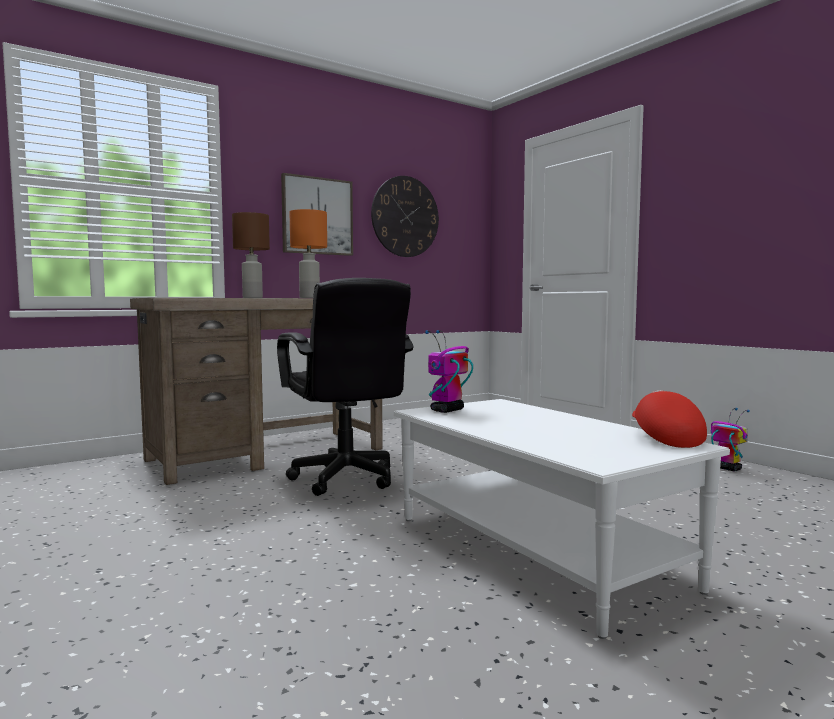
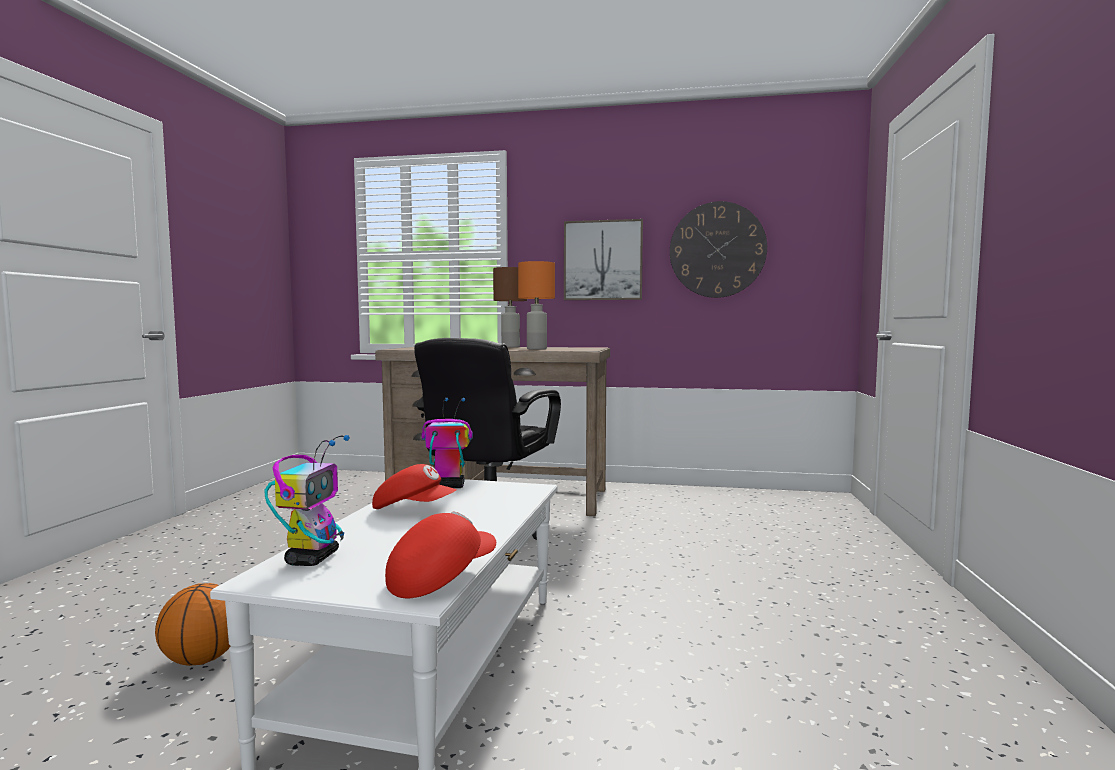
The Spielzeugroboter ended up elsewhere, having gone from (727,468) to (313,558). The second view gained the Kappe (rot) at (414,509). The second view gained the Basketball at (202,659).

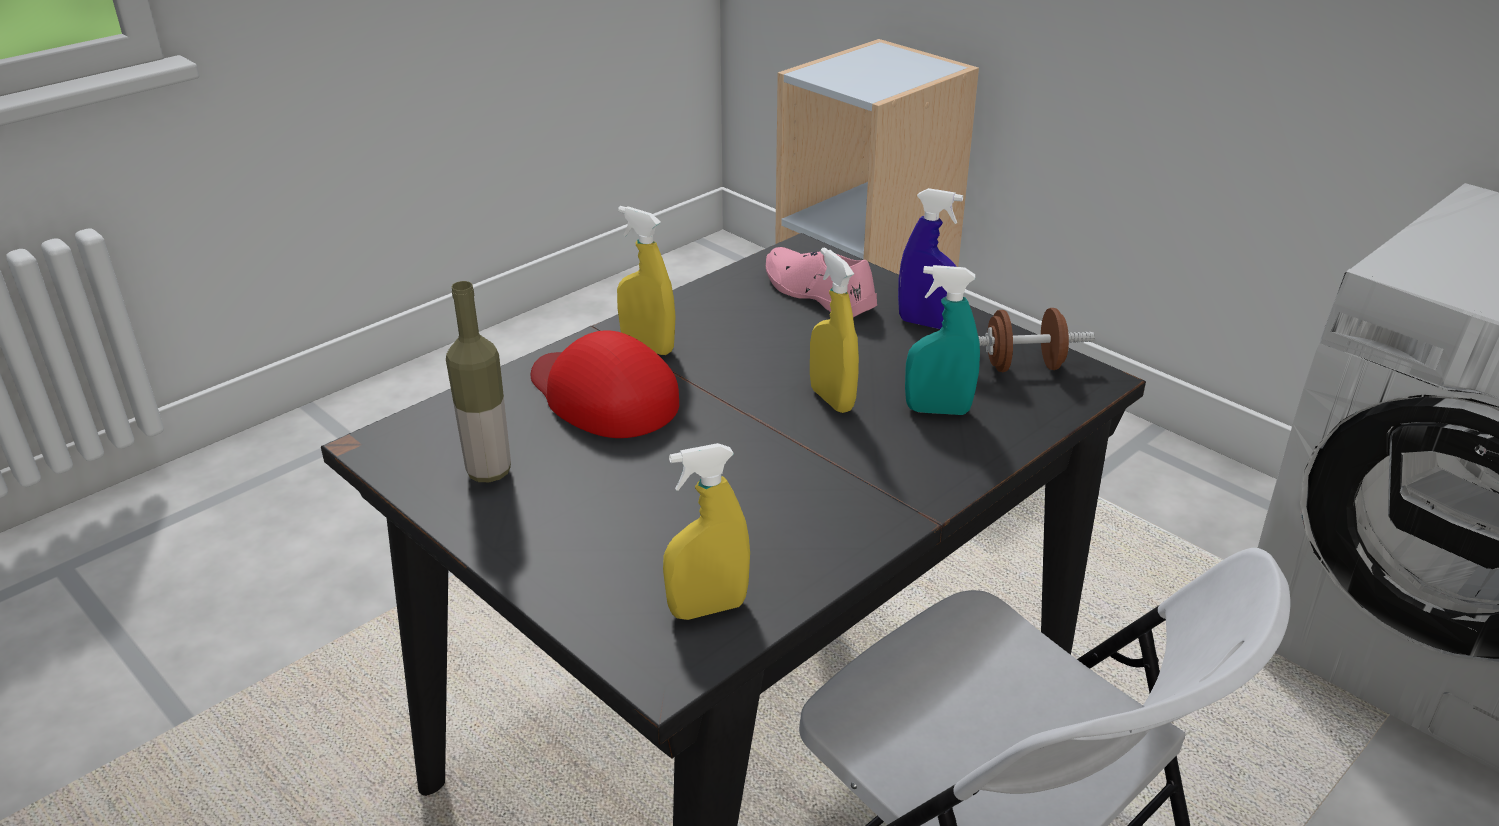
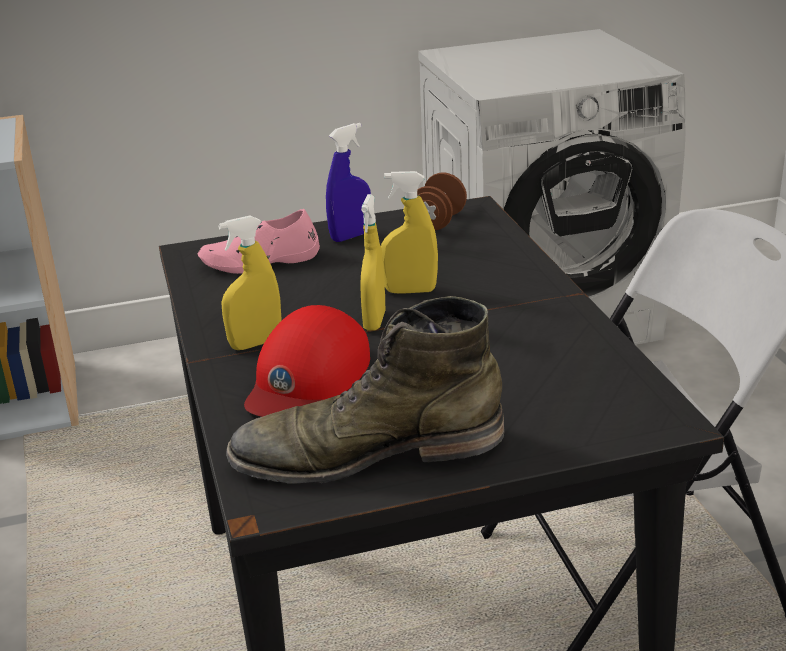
The second view lost the Sprühflasche (türkis) at (937,410). Where the Flasche stood at (489,472), the Stiefel (grün) came to stand at (367,451). The Kappe (rot) at (602,395) ended up facing another way, 45 degrees counterclockwise from before. The Sprühflasche (gelb) ended up elsewhere, having gone from (708,608) to (374,321).

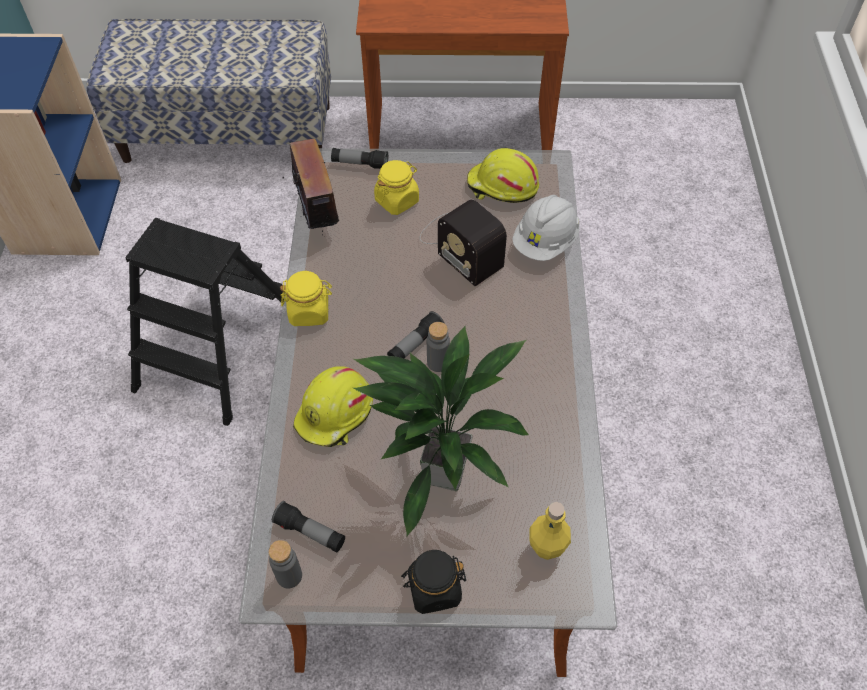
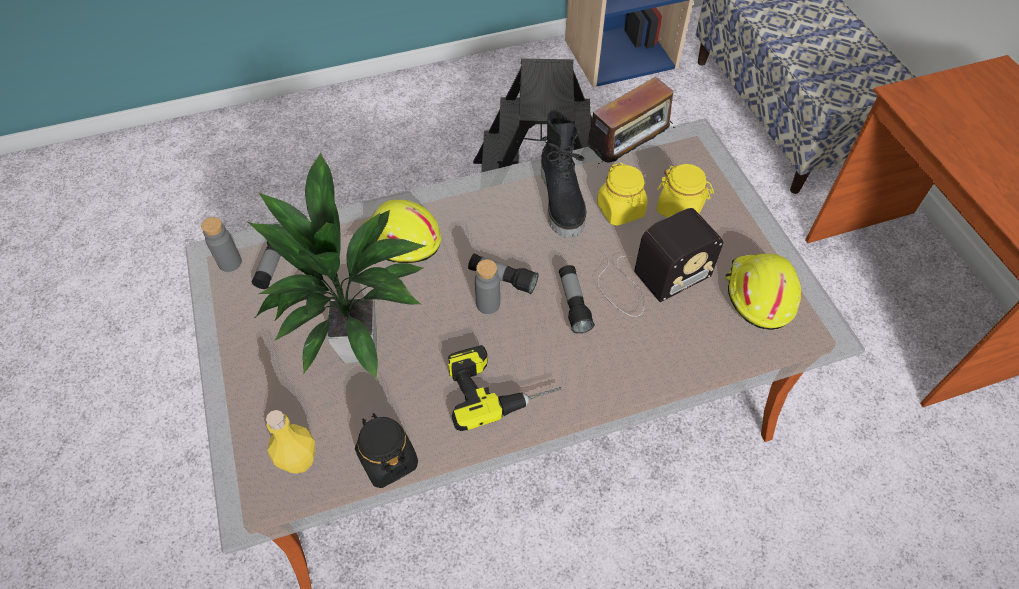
The Taschenlampe ended up elsewhere, having gone from (360,164) to (574,304). The second view lost the Schutzhelm (weiß) at (545,242). The Radio at (460,245) ended up facing another way, 150 degrees counterclockwise from before. The Vorratsglas (gelb) ended up elsewhere, having gone from (309,312) to (620,210). The Vorratsglas (schwarz) ended up elsewhere, having gone from (434,589) to (388,460). The second view gained the Stiefel (schwarz) at (562,201). The second view gained the Bohrmaschine at (499,385).

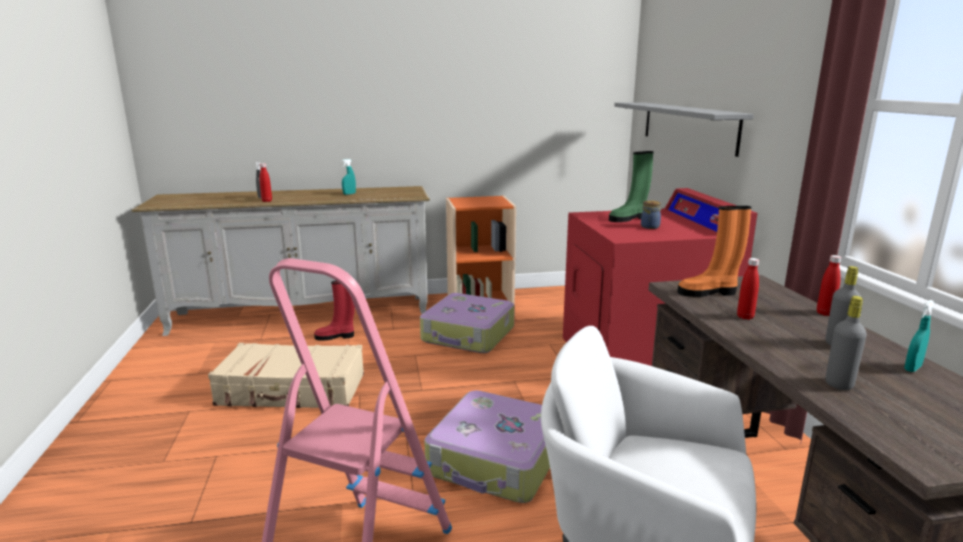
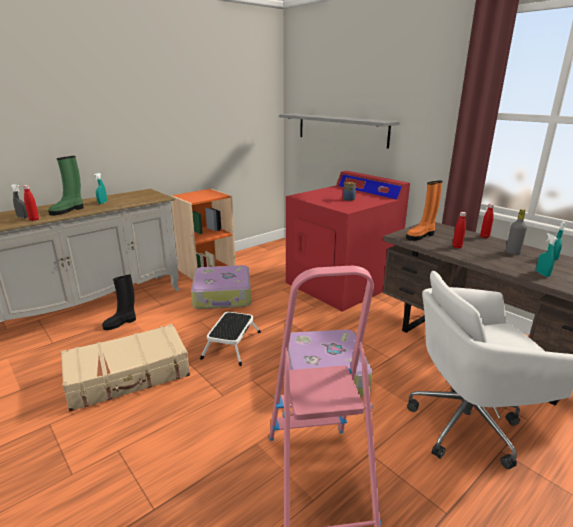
The Stiefel (grün) ended up elsewhere, having gone from (628,219) to (68,211). What was the Stiefel (rot) at (336,336) turned into the Stiefel (schwarz) at (121,323). Where the Flasche (grau) stood at (839,384), the Sprühflasche (türkis) came to stand at (542,274). The second view gained the Trittleiter (schwarz) at (232,345).

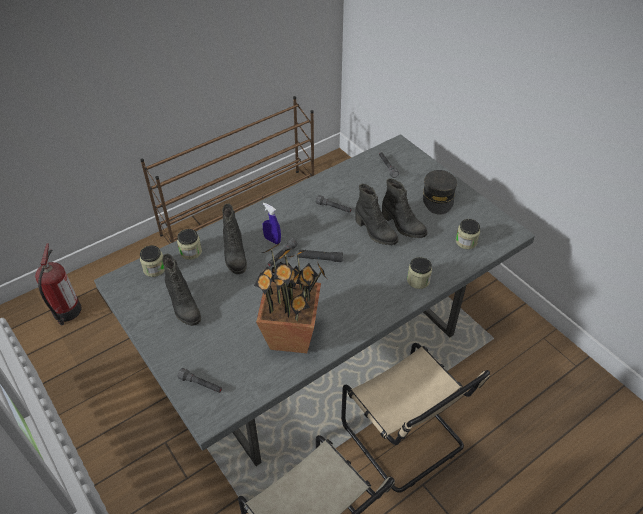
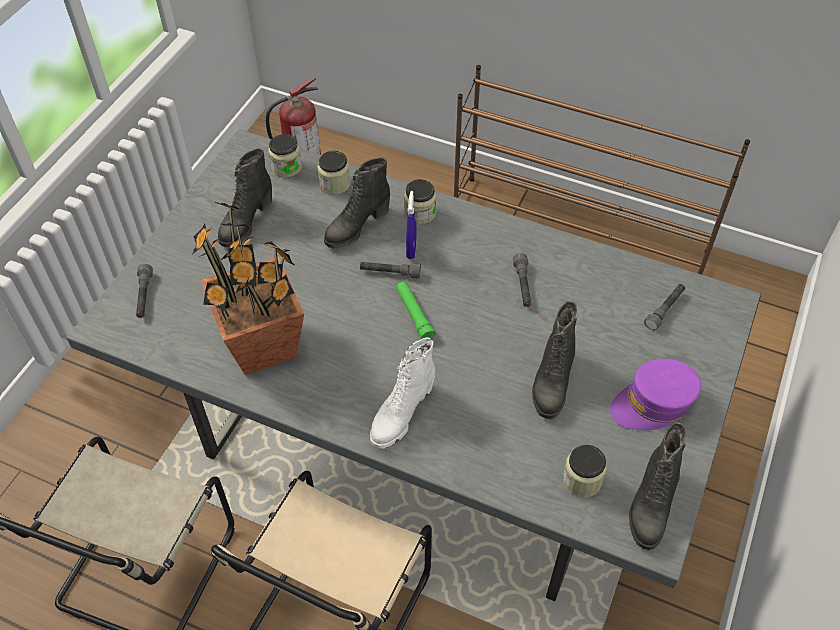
What was the Kappe (grau) at (438,197) turned into the Kappe (lila) at (653,403). The Stiefel (schwarz) ended up elsewhere, having gone from (375,232) to (650,505). What was the Taschenlampe (schwarz) at (320,258) turned into the Taschenlampe (grün) at (414,315). The Vorratsglas ended up elsewhere, having gone from (418,280) to (420,213). The second view gained the Stiefel (weiß) at (401,414).

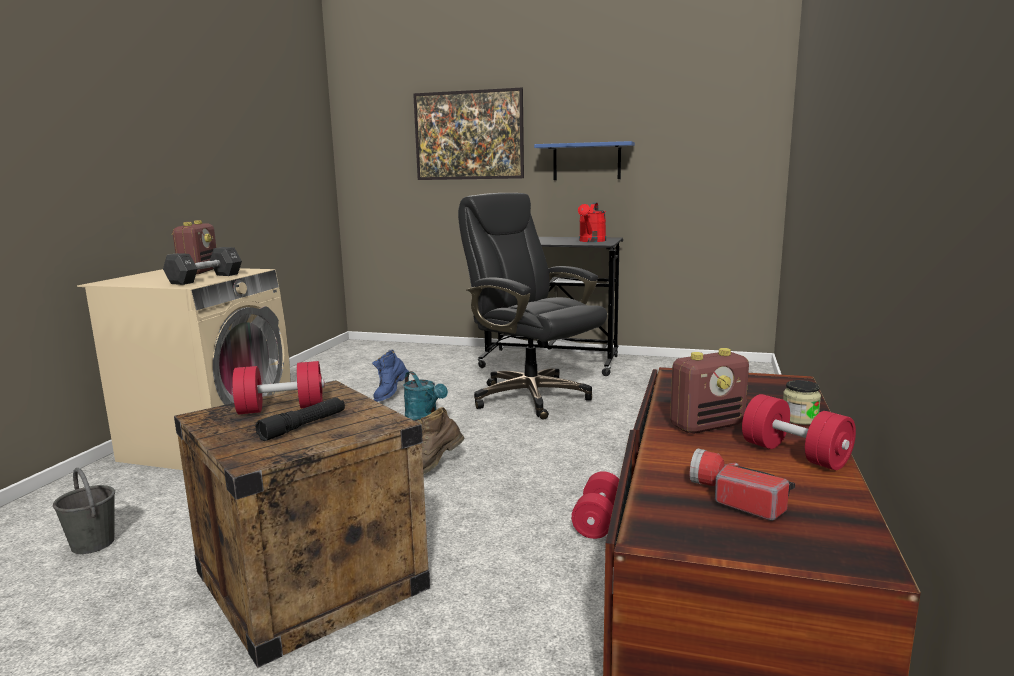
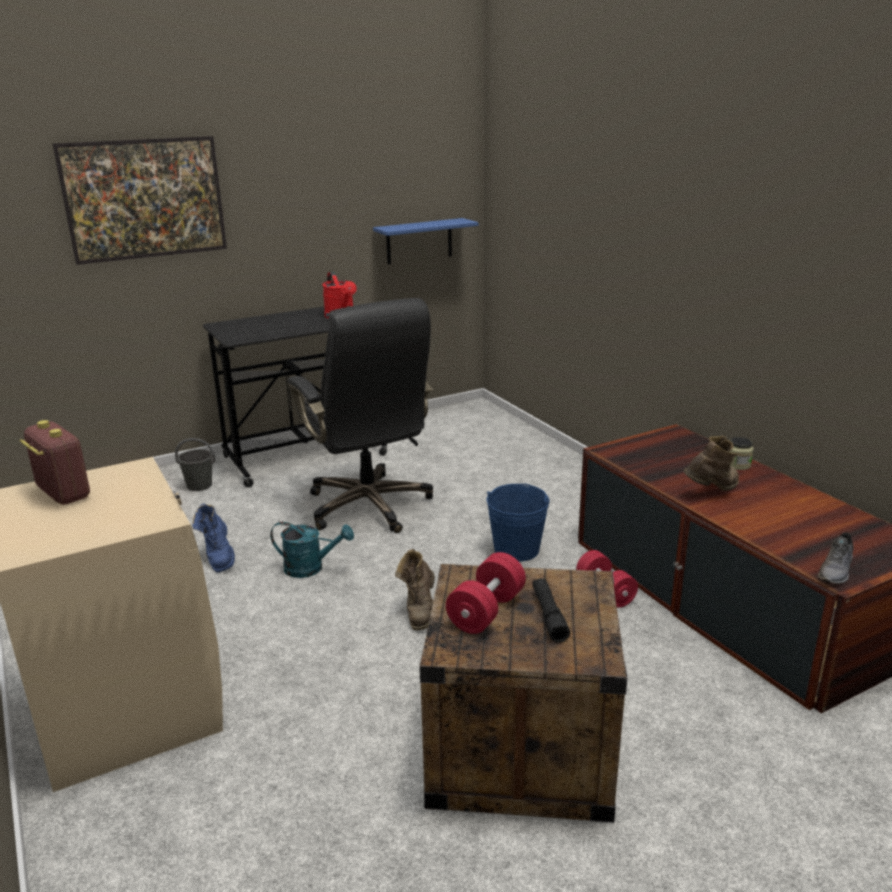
The Wandregal (blau) ended up elsewhere, having gone from (586,161) to (419,241). The Bürostuhl (schwarz) at (533,398) ended up facing another way, 120 degrees counterclockwise from before. The second view lost the Hantel (schwarz) at (205,279). Where the Radio stood at (707,425), the Stiefel (braun) came to stand at (712,491). The second view lost the Hantel (rot) at (795,454). The second view lost the Taschenlampe at (735,497). The Eimer (grau) ended up elsewhere, having gone from (93,544) to (200,485). The second view gained the Eimer (blau) at (516,549). The second view gained the Schuh (grau) at (836,571).

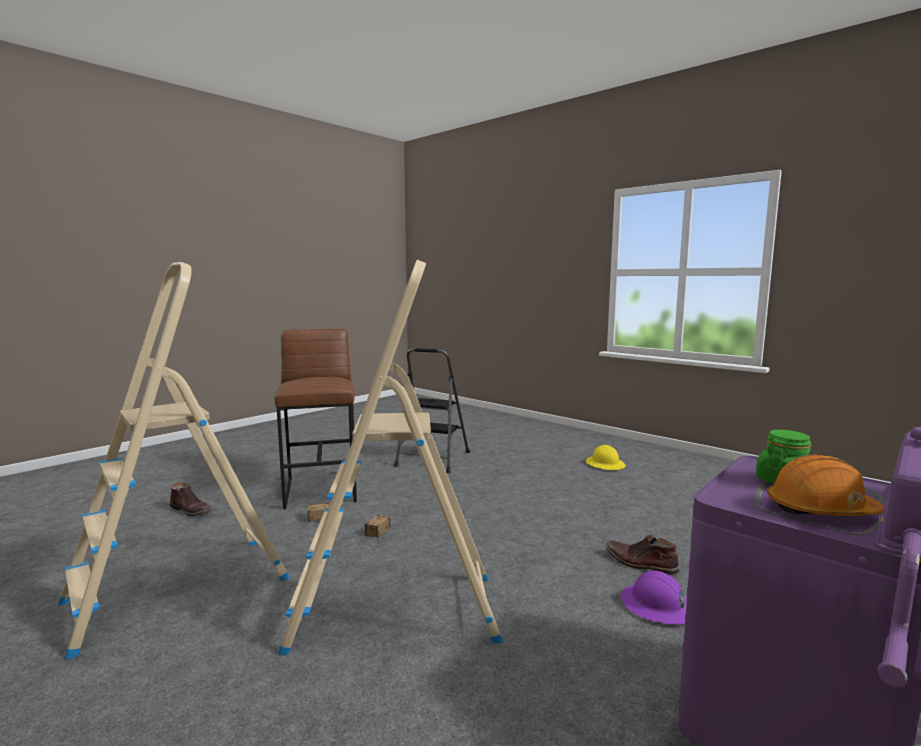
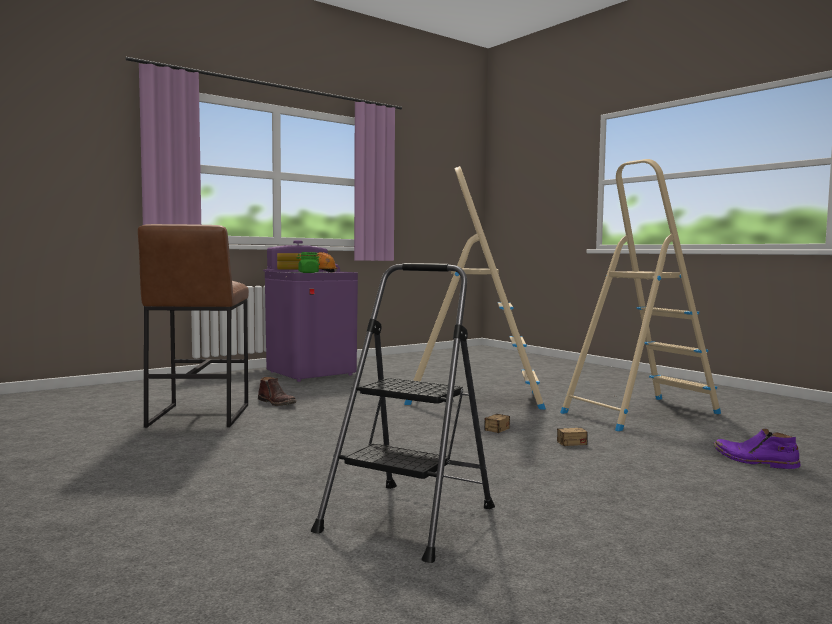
The Hocker (braun) ended up elsewhere, having gone from (321,490) to (199,416). The second view lost the Schutzhelm (gelb) at (605,464). What was the Stiefel (braun) at (192,510) turned into the Stiefel (lila) at (754,461). The second view lost the Schutzhelm (lila) at (657,606).

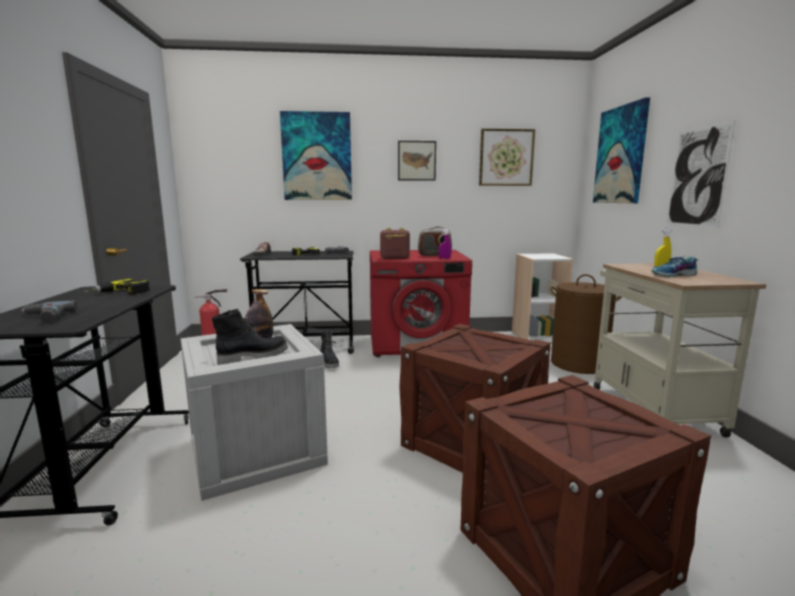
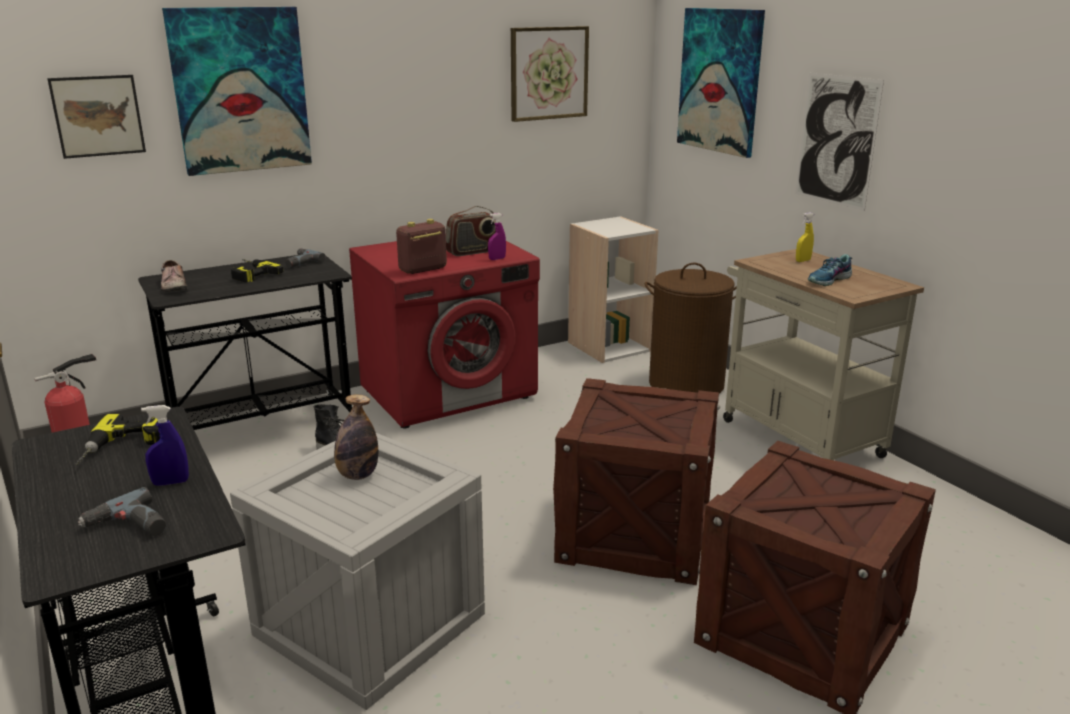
The Bild ended up elsewhere, having gone from (416,160) to (98,116). The second view lost the Stiefel (schwarz) at (253,357). The second view gained the Sprühflasche (blau) at (170,482).

